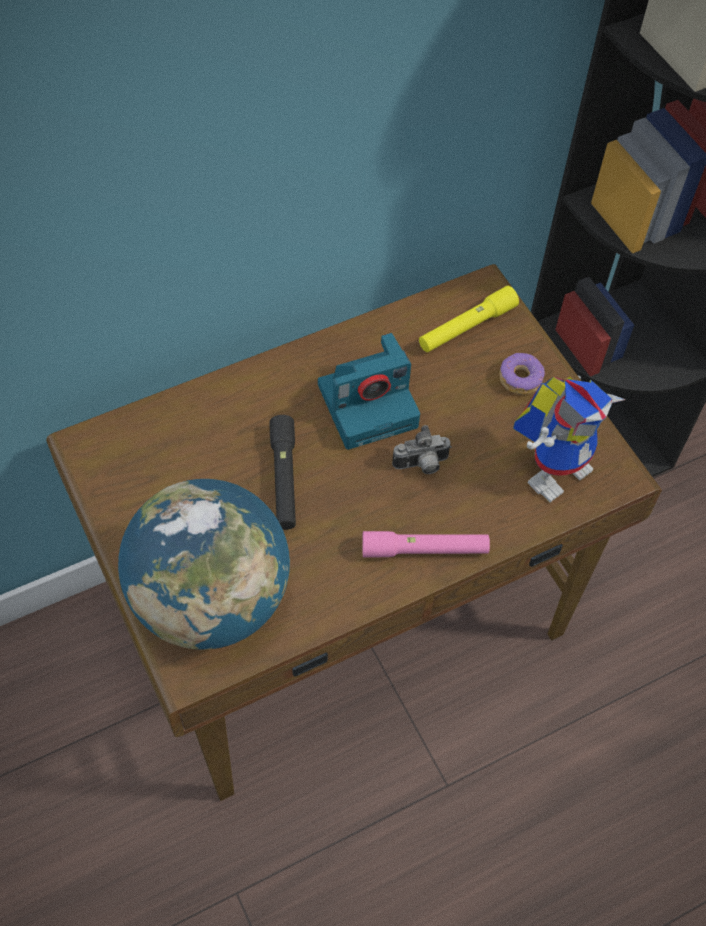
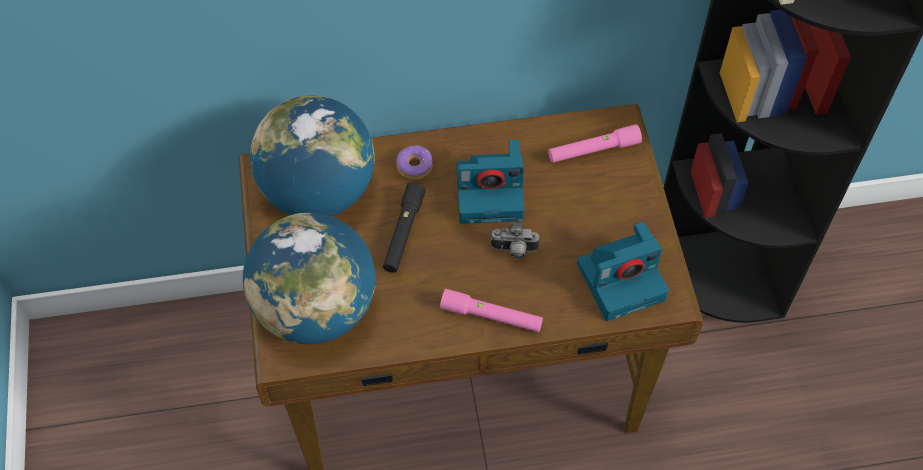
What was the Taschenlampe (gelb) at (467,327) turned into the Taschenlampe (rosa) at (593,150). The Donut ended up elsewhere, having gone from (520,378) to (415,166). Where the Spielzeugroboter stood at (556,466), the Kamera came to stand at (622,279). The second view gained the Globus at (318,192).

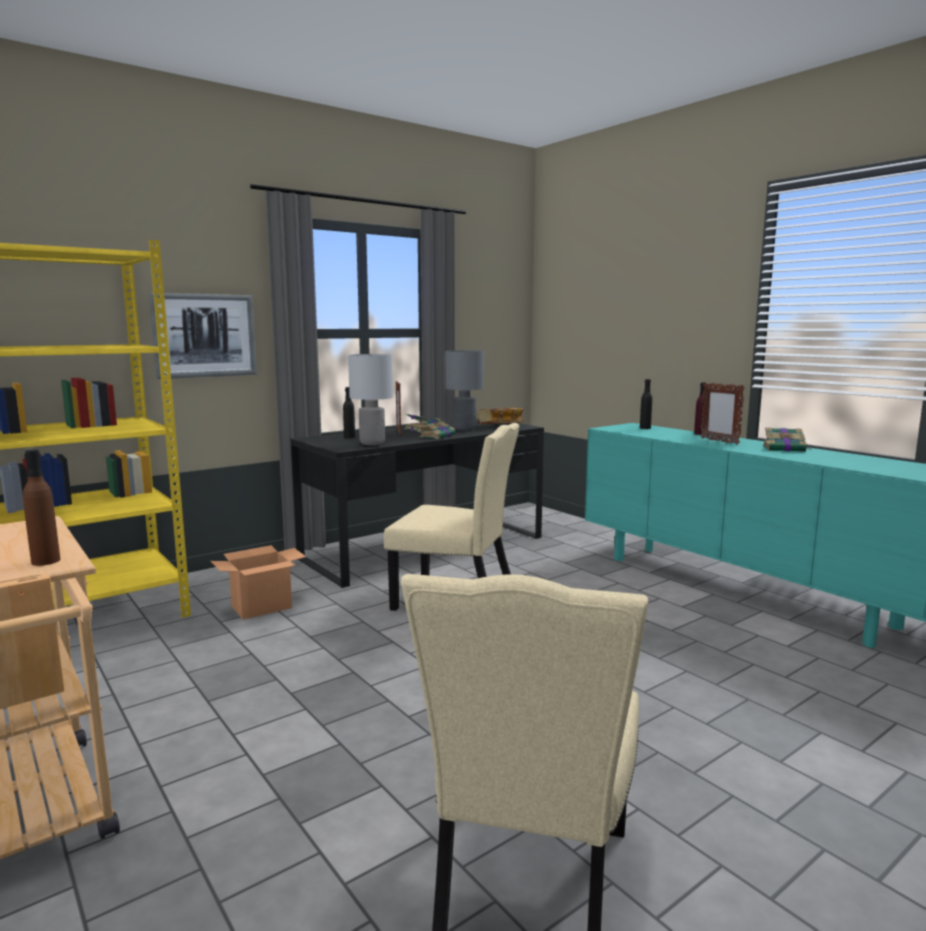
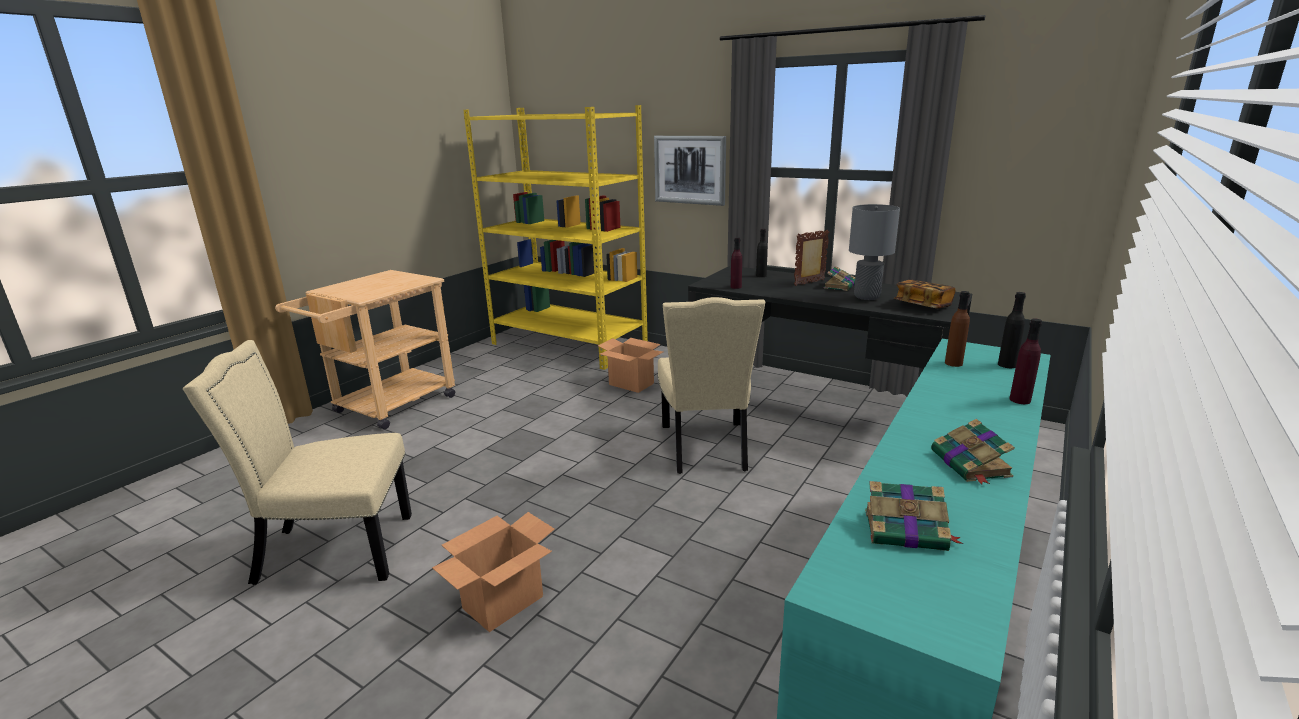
Where the Tischlampe (grau) stood at (372,444), the Flasche (lila) came to stand at (736,287). The second view lost the Bilderrahmen at (719,441). The Buch ended up elsewhere, having gone from (438,436) to (907,531). The Flasche (braun) ended up elsewhere, having gone from (46,561) to (953,363). The second view gained the Karton at (502,603).

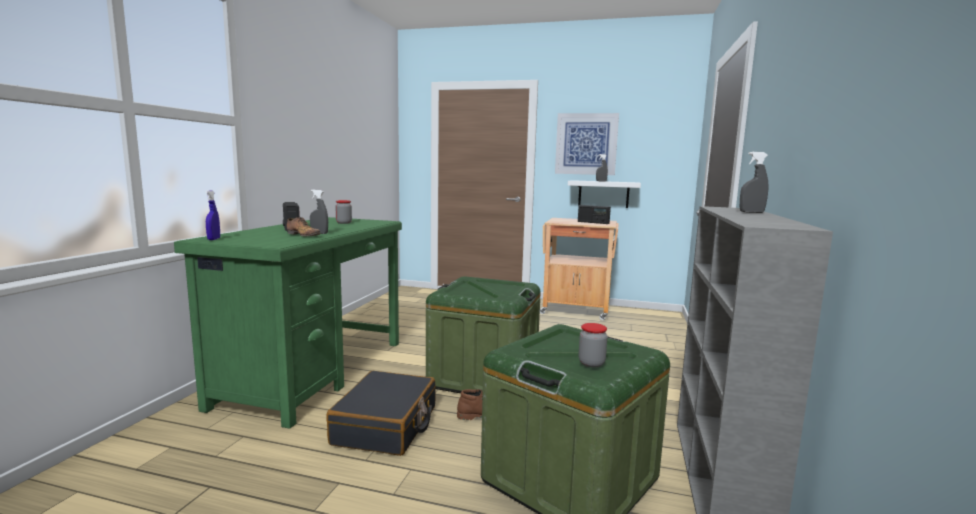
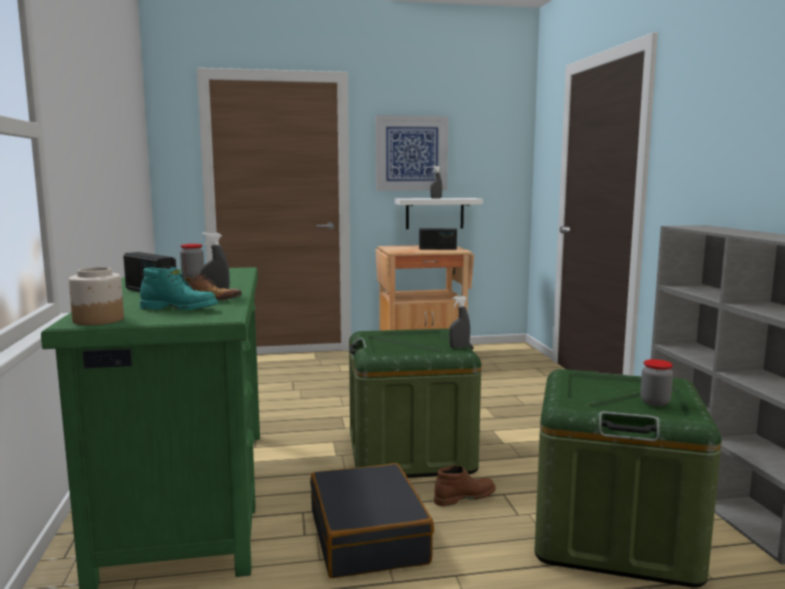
The Sprühflasche (grau) ended up elsewhere, having gone from (751,212) to (459,347). Where the Sprühflasche (blau) stood at (214,239), the Vorratsglas came to stand at (98,320). The second view gained the Stiefel (türkis) at (180,309).

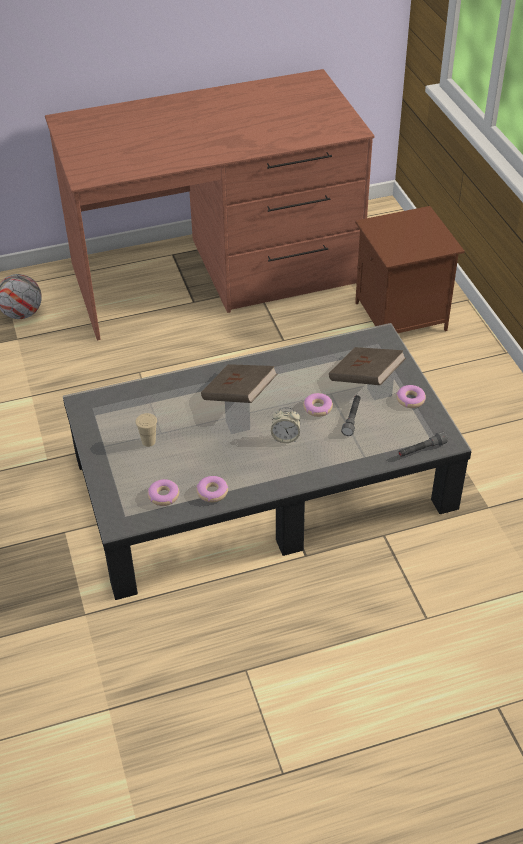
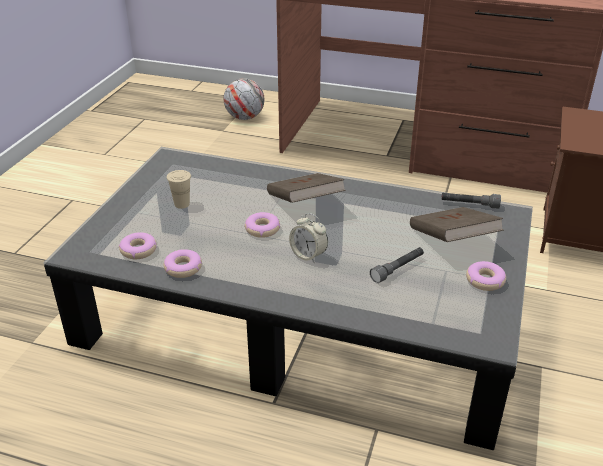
The Donut ended up elsewhere, having gone from (317,408) to (262,229). The Taschenlampe (grau) ended up elsewhere, having gone from (421,450) to (469,205).

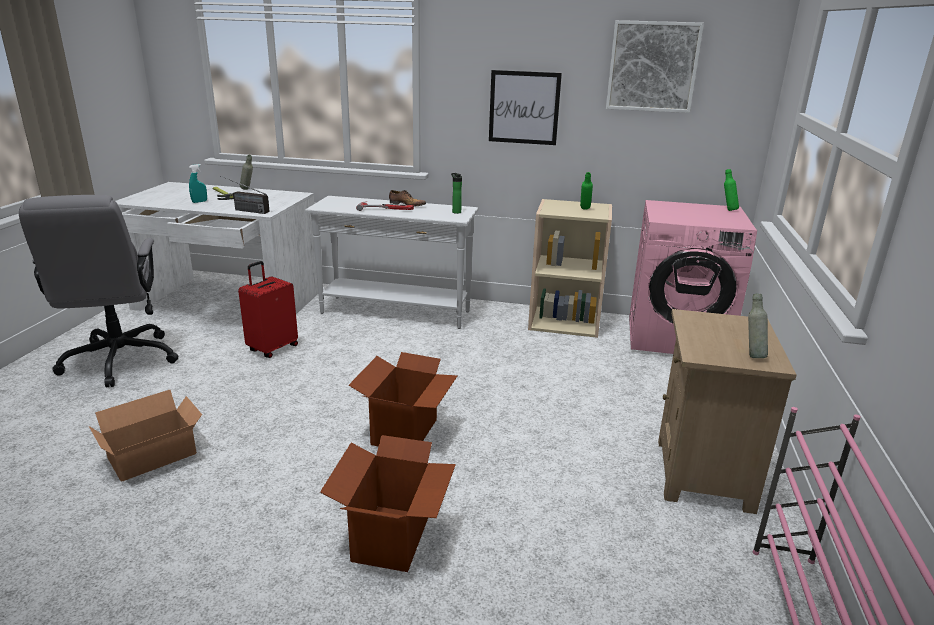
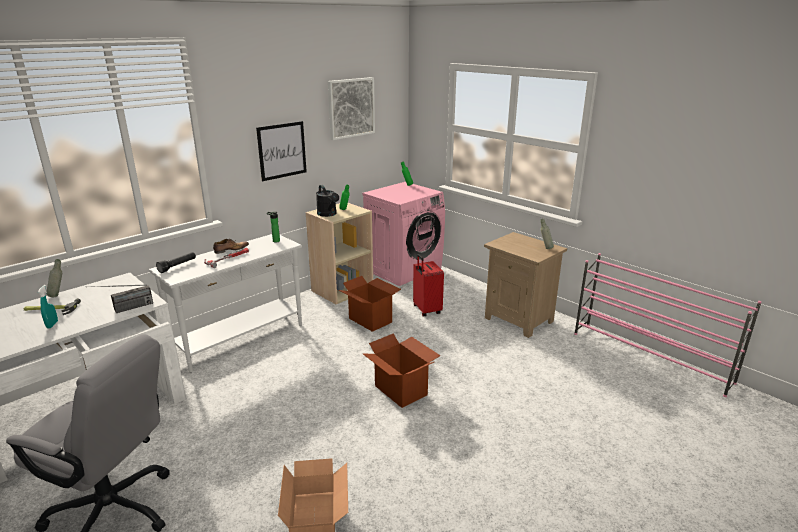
The Koffer (rot) ended up elsewhere, having gone from (272,348) to (426,310). The Karton ended up elsewhere, having gone from (392,538) to (370,320). The second view gained the Gießkanne (schwarz) at (328,214). The second view gained the Taschenlampe (schwarz) at (178,266).

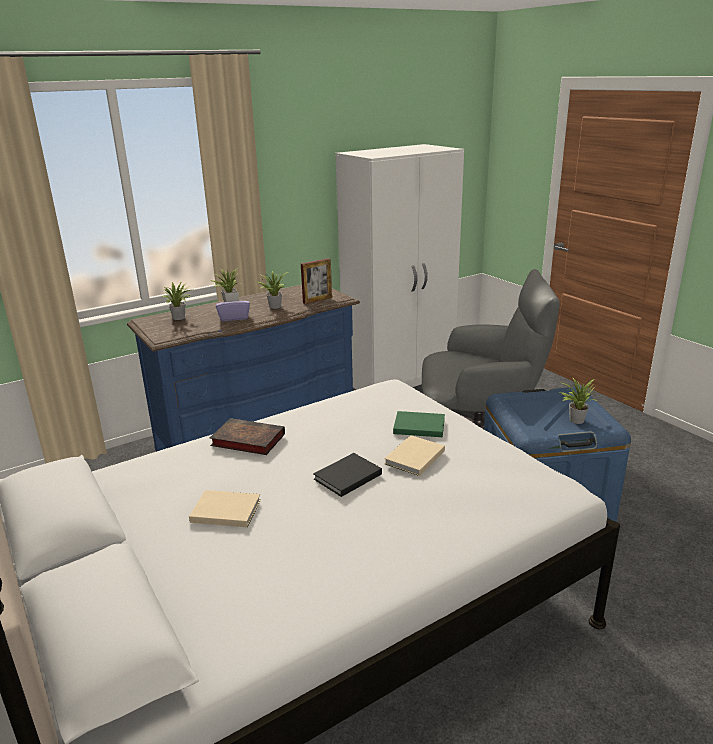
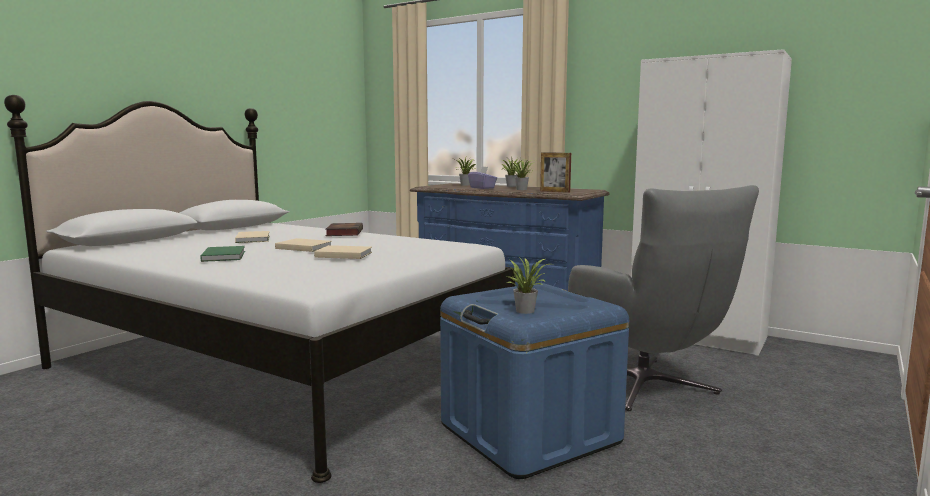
The Buch (grün) ended up elsewhere, having gone from (418,426) to (225,256). What was the Buch (schwarz) at (346,477) turned into the Buch (beige) at (303,247).

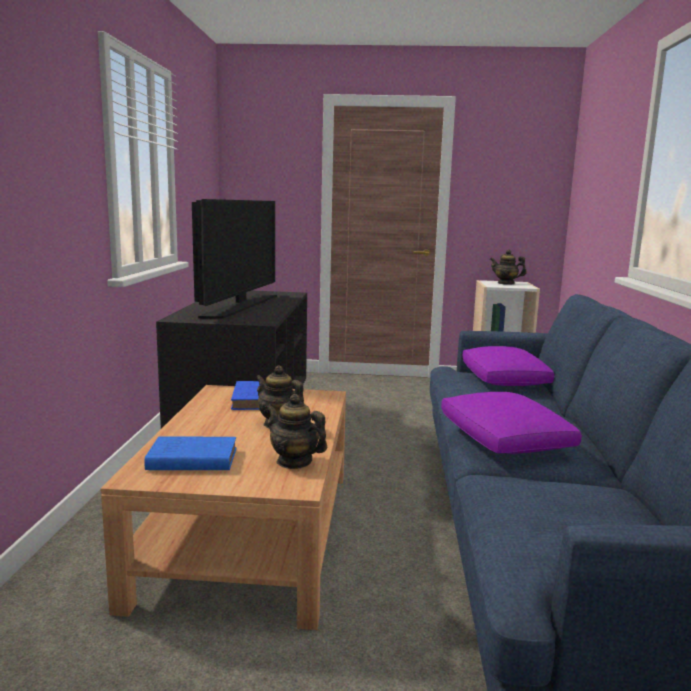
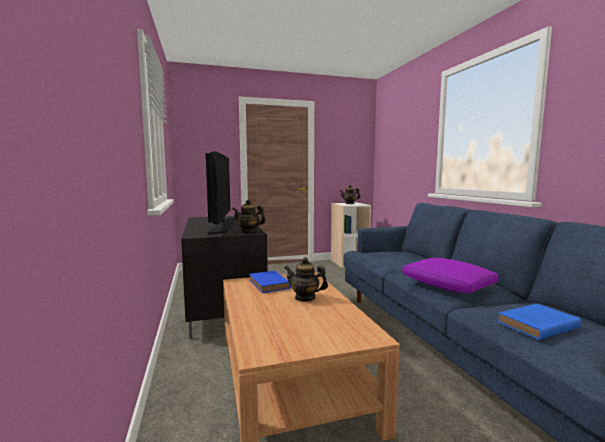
The second view lost the Kissen (lila) at (504,380). The Teekanne ended up elsewhere, having gone from (294,462) to (248,231). The Buch (blau) ended up elsewhere, having gone from (190,459) to (536,325).

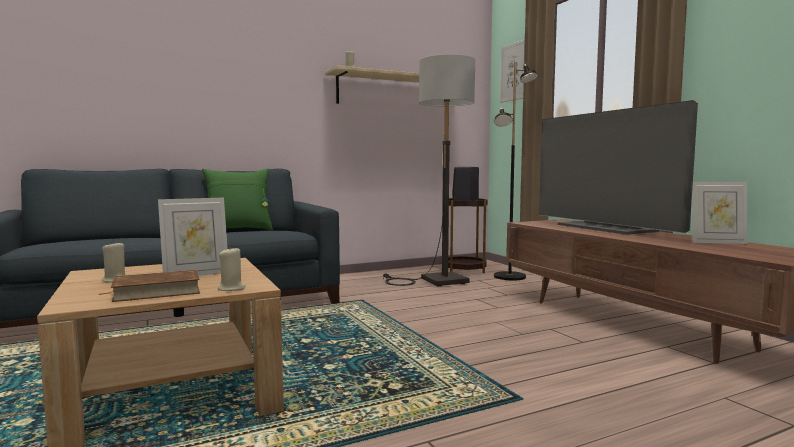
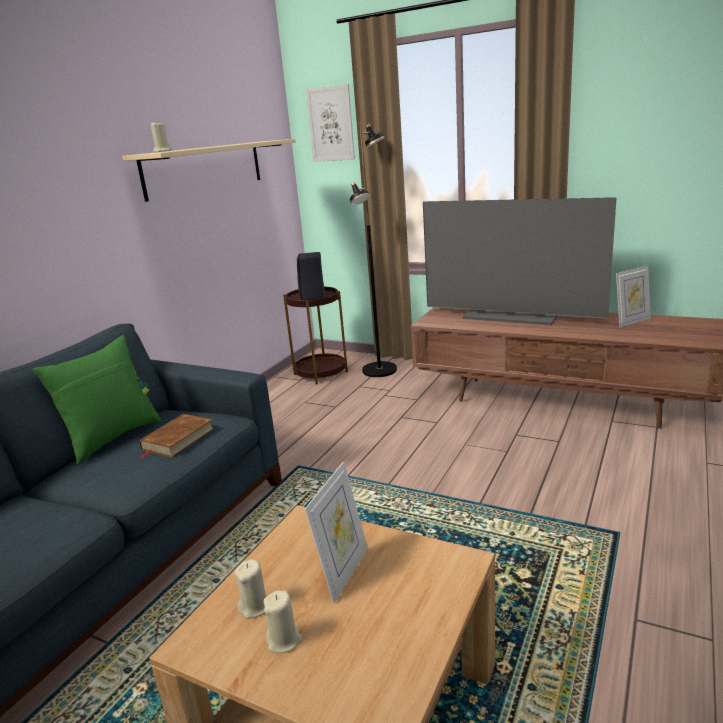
The second view lost the Stehlampe at (431,282). The Kerze (beige) ended up elsewhere, having gone from (232,288) to (255,606). The Buch (braun) ended up elsewhere, having gone from (156,291) to (178,439).

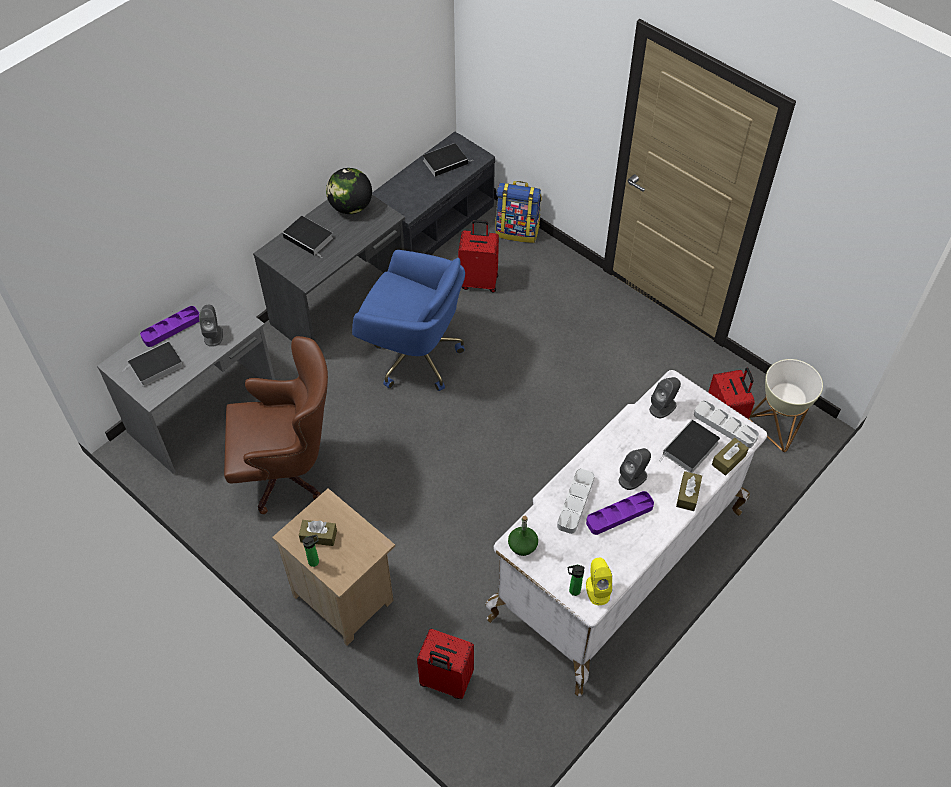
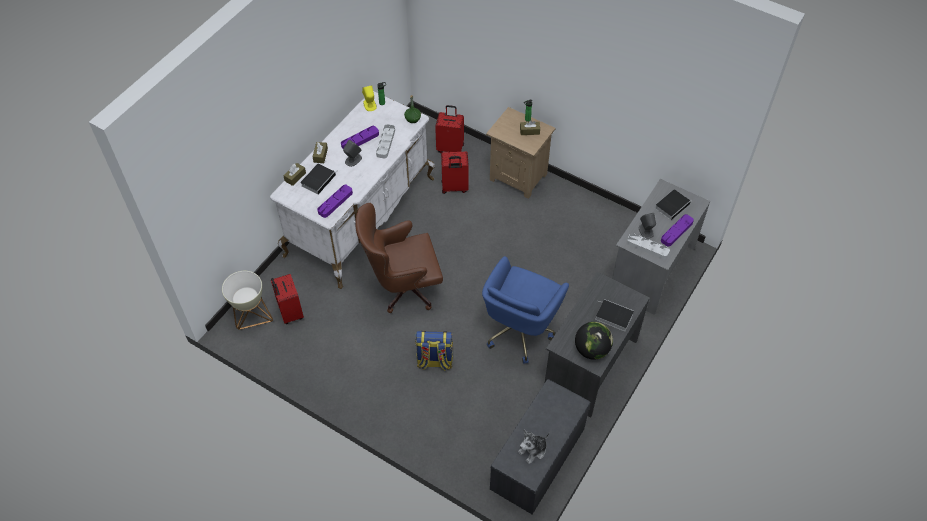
Where the Buch stood at (446,161), the Plüschtier came to stand at (533,450). The Rucksack ended up elsewhere, having gone from (517,231) to (434,361). The Koffer (rot) ended up elsewhere, having gone from (479,281) to (454,187). The Bürostuhl (blau) at (413,357) ended up facing another way, 75 degrees counterclockwise from before. The Bürostuhl (braun) ended up elsewhere, having gone from (288,473) to (404,290). Where the Lautsprecher (grau) stood at (663,407), the Tablett (lila) came to stand at (335,202). The Tablett (grau) ended up elsewhere, having gone from (725,426) to (647,247).

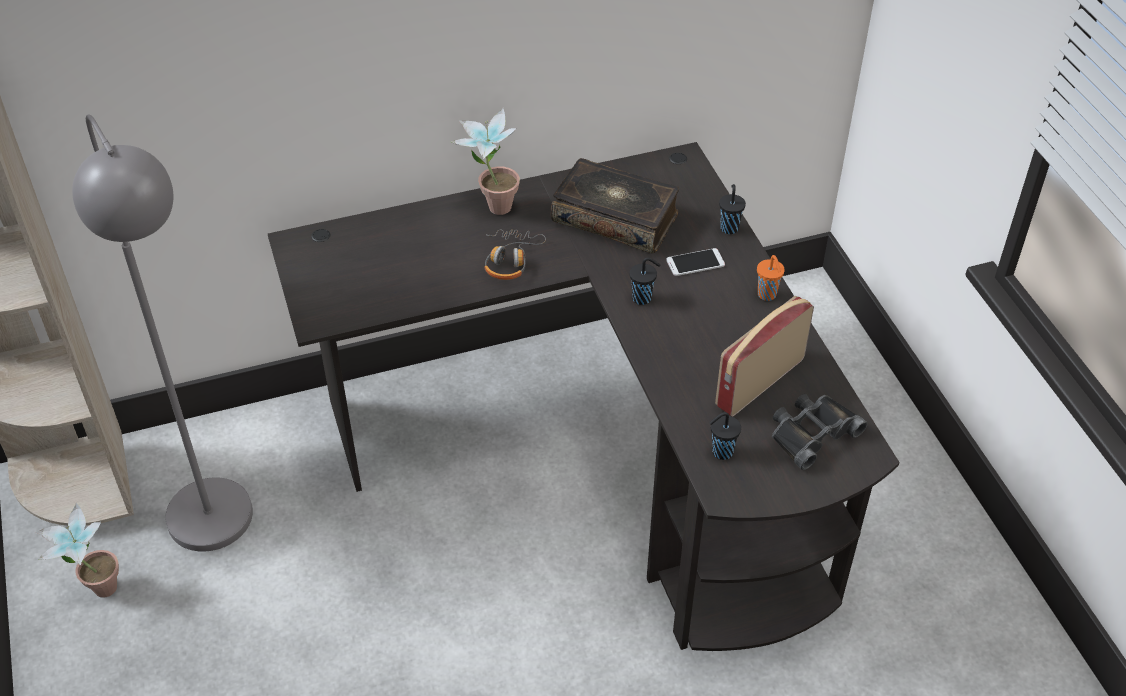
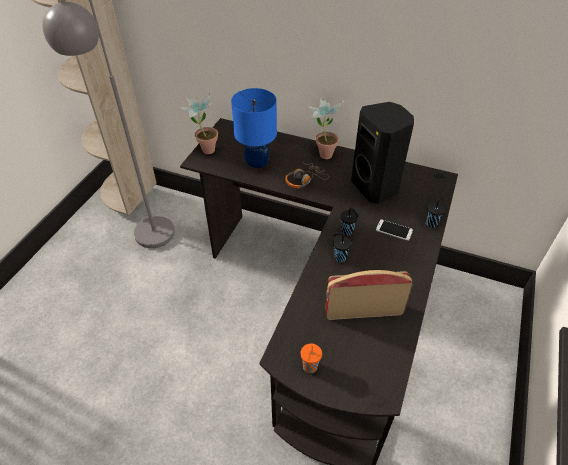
Where the Buch stood at (616,217), the Lautsprecher (schwarz) came to stand at (376,187). The Tasse (orange) ended up elsewhere, having gone from (767,295) to (310,368). The second view lost the Fernglas (schwarz) at (811,433). The Tasse (schwarz) ended up elsewhere, having gone from (721,452) to (339,257). The Topfpflanze ended up elsewhere, having gone from (96,589) to (204,148). The second view gained the Tischlampe (blau) at (258,163).

